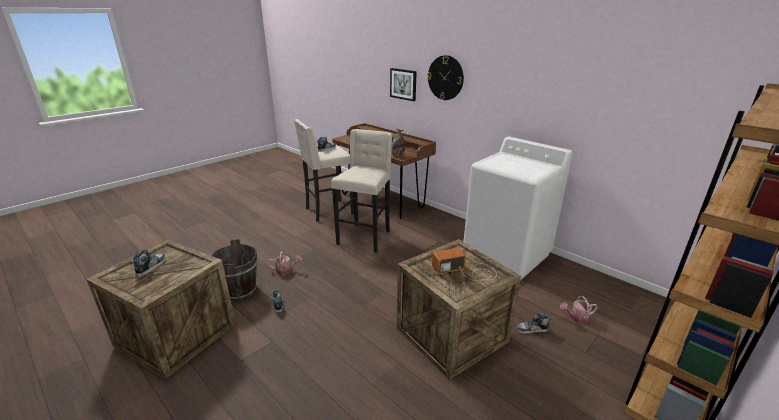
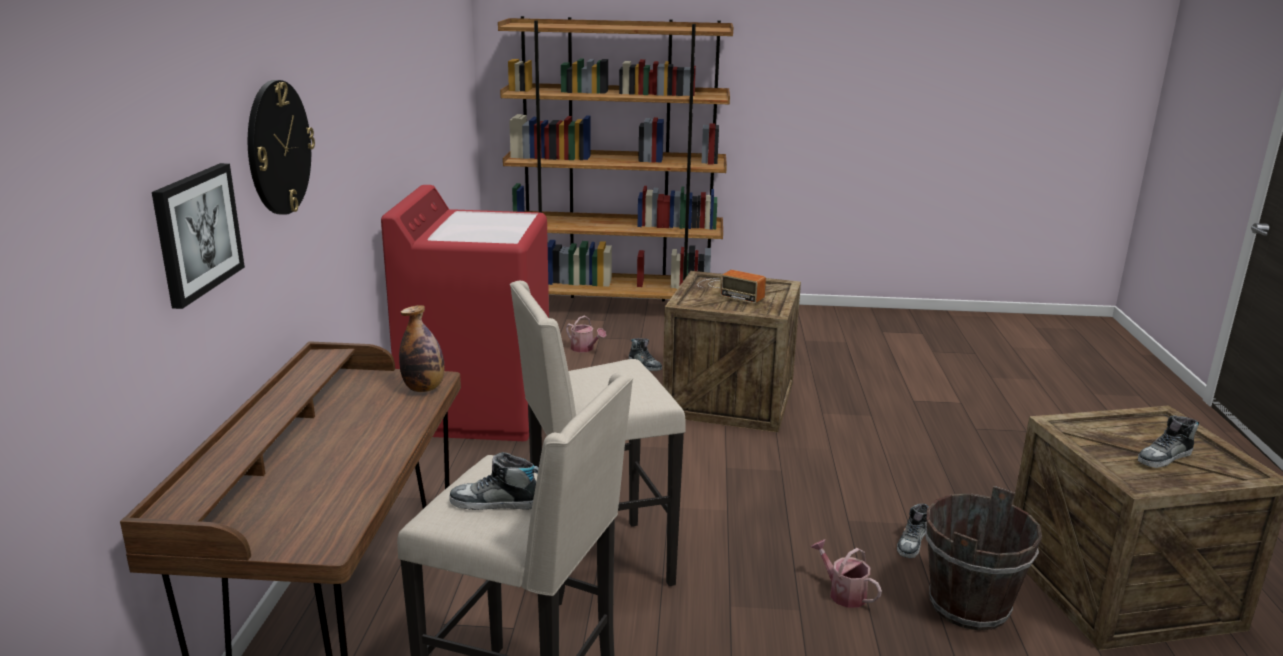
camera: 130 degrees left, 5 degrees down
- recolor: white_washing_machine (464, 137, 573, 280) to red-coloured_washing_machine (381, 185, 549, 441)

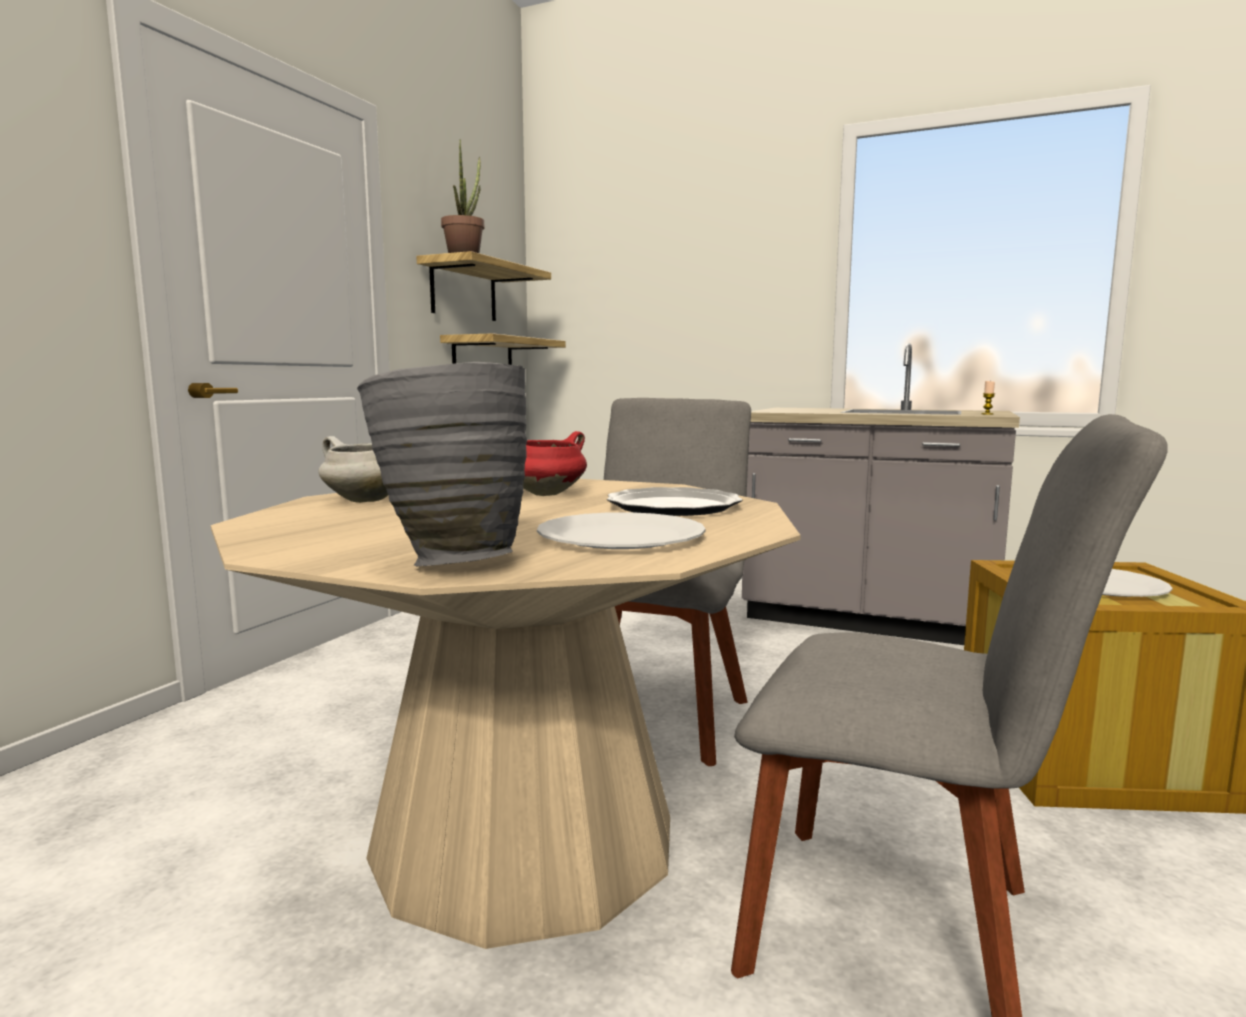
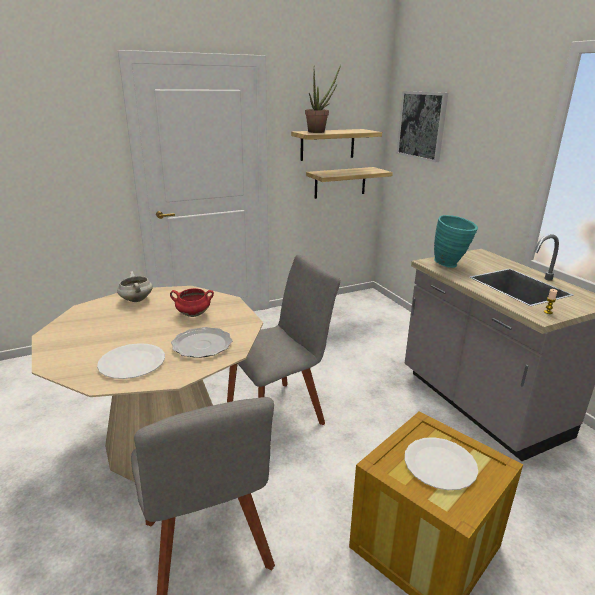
camera: 40 degrees right, 15 degrees up
- delete: grey_vase (357, 362, 527, 566)
- insert: wall_picture (397, 91, 448, 162)
- insert: turquoise_vase (434, 215, 478, 268)

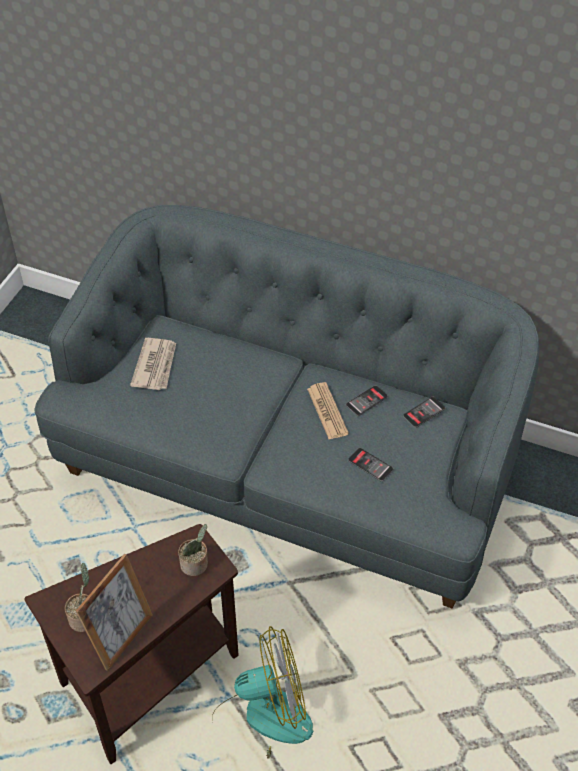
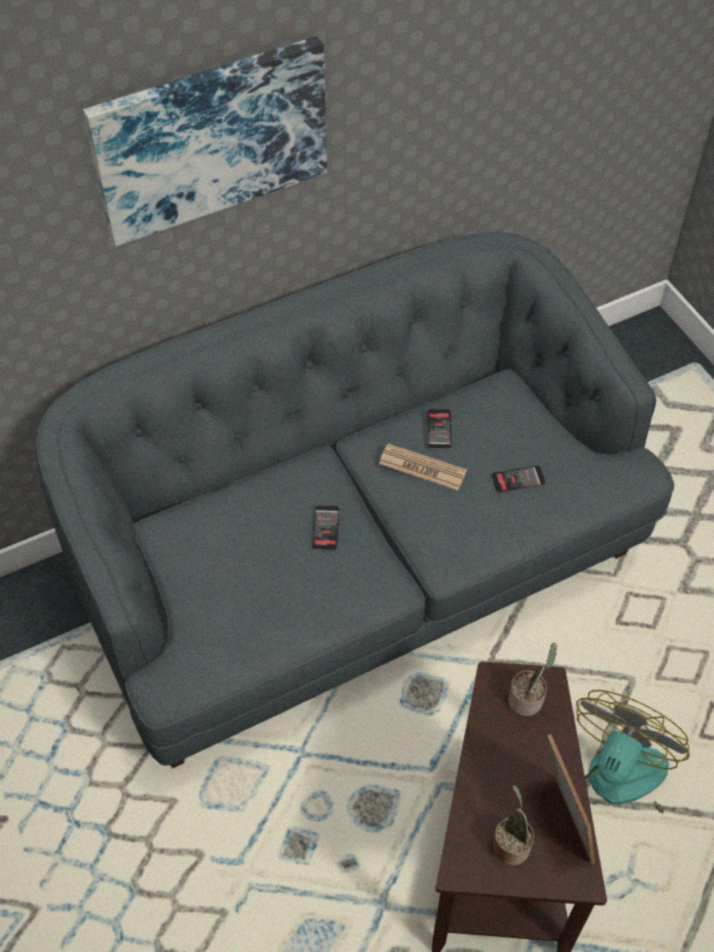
camera: 50 degrees left, 5 degrees up
- delete: printed_paper (130, 338, 176, 390)
- insert: wall_picture (83, 36, 327, 246)
- move: phone (403, 397, 445, 428) to (312, 505, 340, 551)

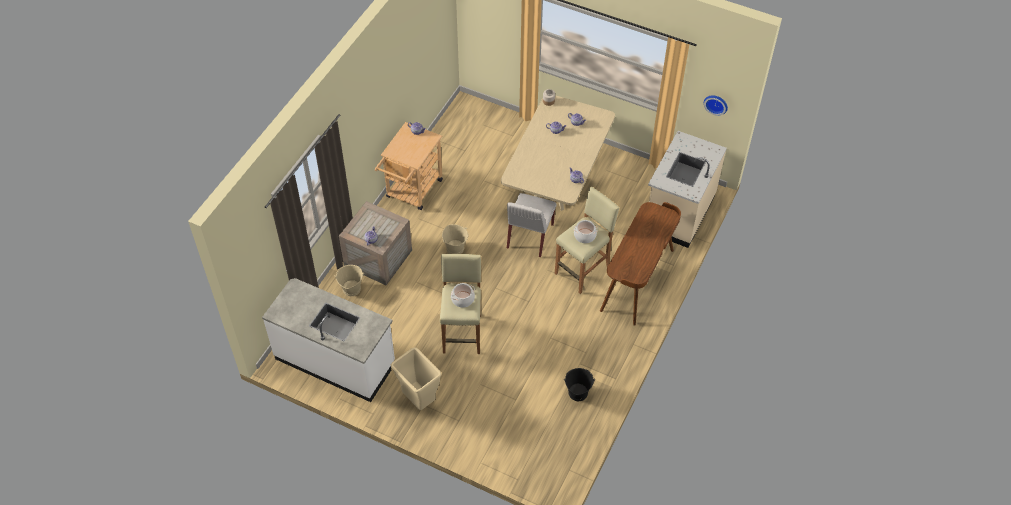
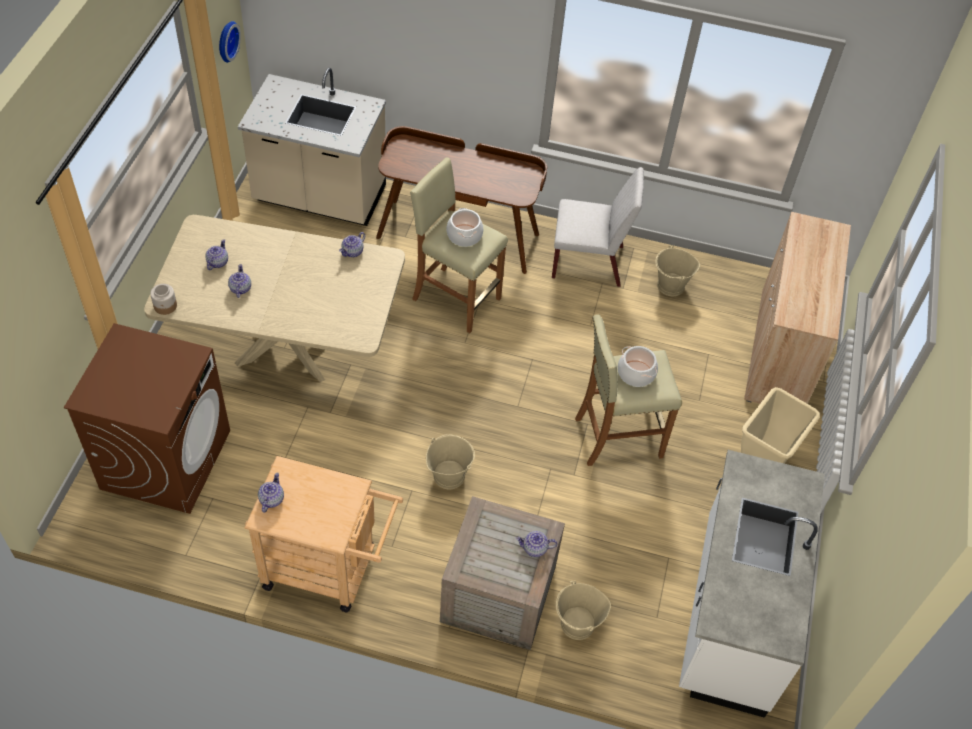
camera: 105 degrees left, 0 degrees up
- insert: brown_washing_machine (64, 323, 230, 514)
- insert: sand-coloured_cabinet (744, 212, 851, 404)
- move: white_upright_chair (507, 193, 556, 257) to (552, 167, 644, 287)
- recolor: blackish_bucket (564, 368, 595, 401) to sand-coloured_bucket (655, 245, 700, 296)

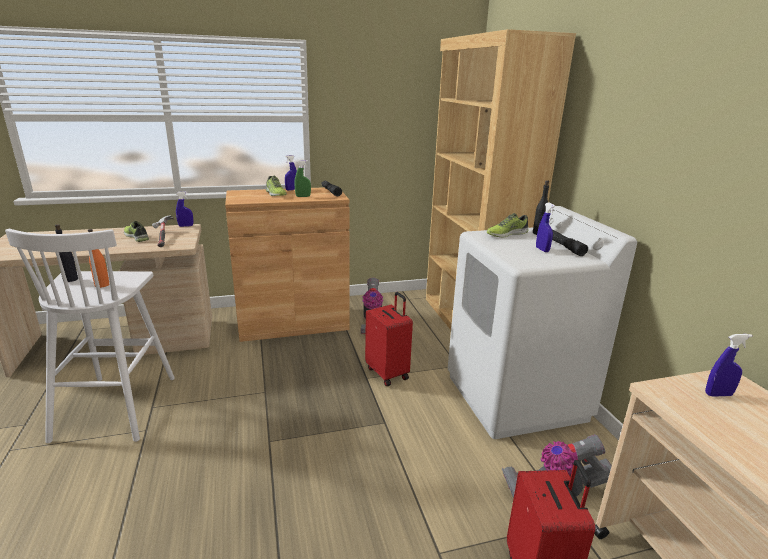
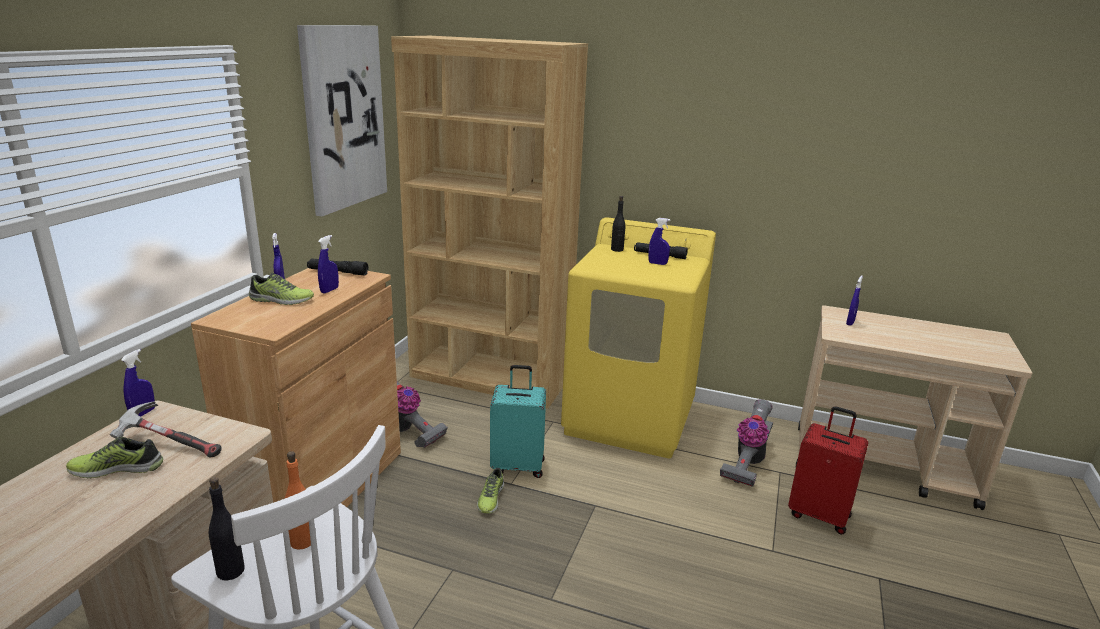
camera: 55 degrees left, 0 degrees up
- insert: wall_picture (297, 25, 387, 216)
- move: low_shoe (487, 213, 529, 238) to (477, 468, 504, 514)
- recolor: greenish_hand_sprayer (295, 160, 311, 197) to bluish_hand_sprayer (318, 235, 339, 293)
- recolor: red-coloured_piece_of_luggage (365, 292, 413, 386) to turquoise_piece_of_luggage (490, 365, 546, 478)
- recolor: white_washing_machine (448, 206, 637, 439) to yellowish_washing_machine (561, 217, 716, 458)

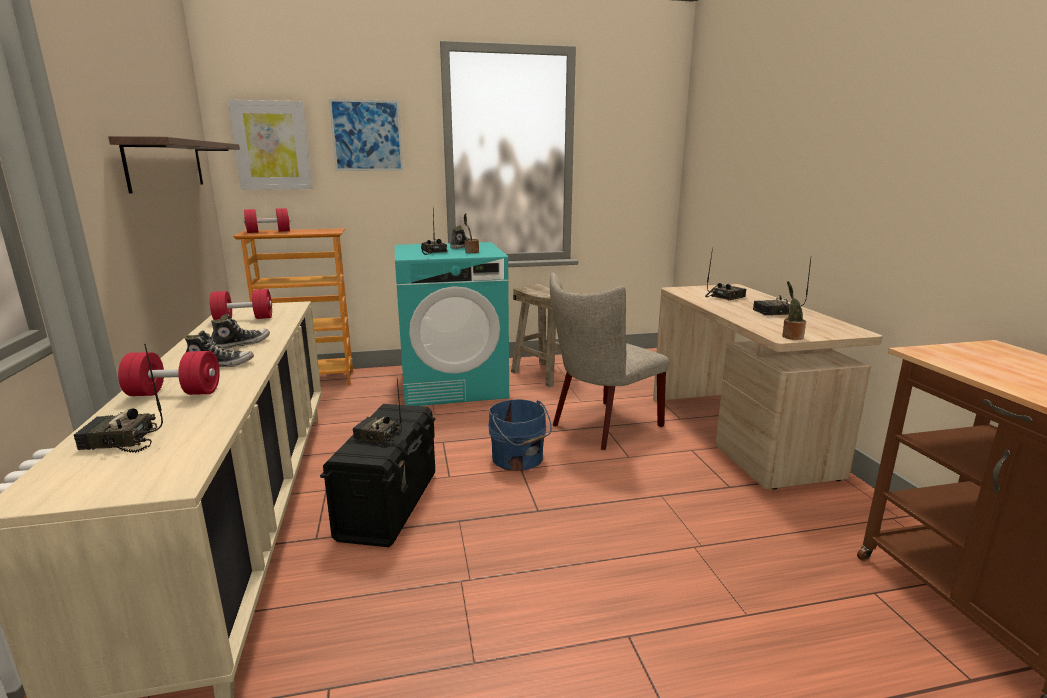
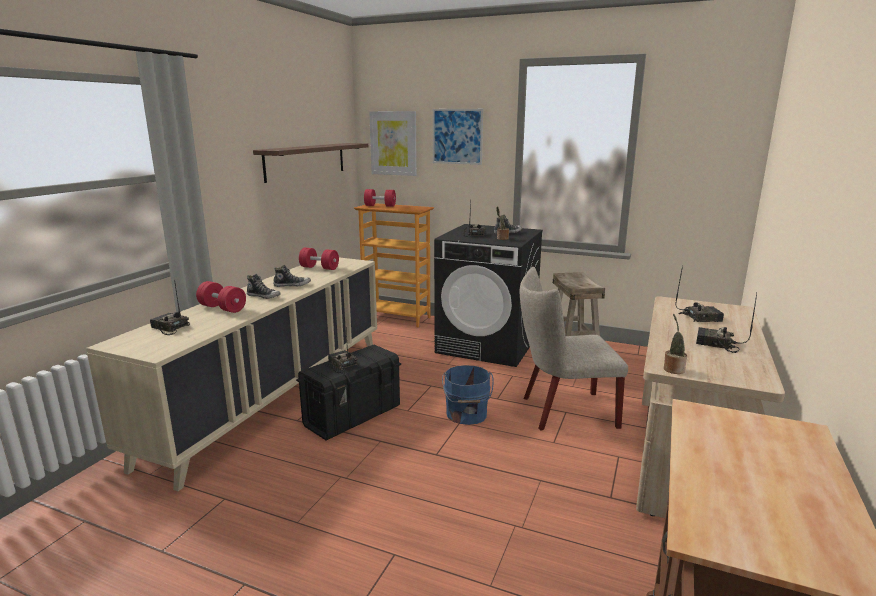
camera: 35 degrees right, 0 degrees up
- recolor: turquoise_washing_machine (395, 242, 509, 406) to blackish_washing_machine (434, 224, 543, 367)

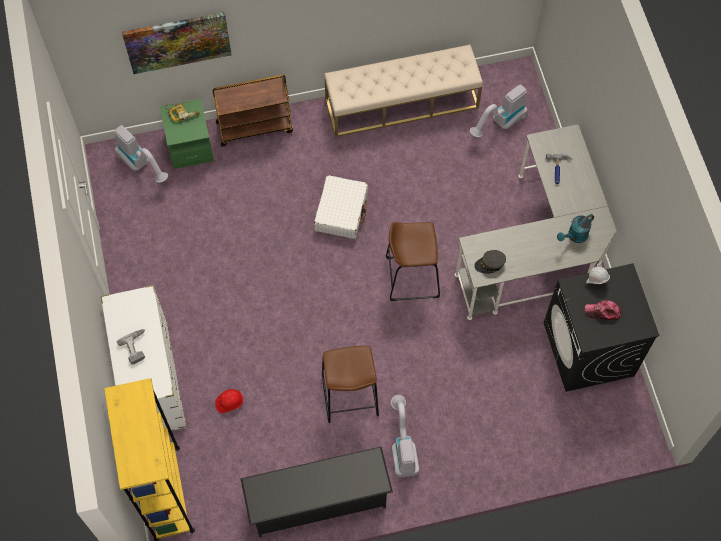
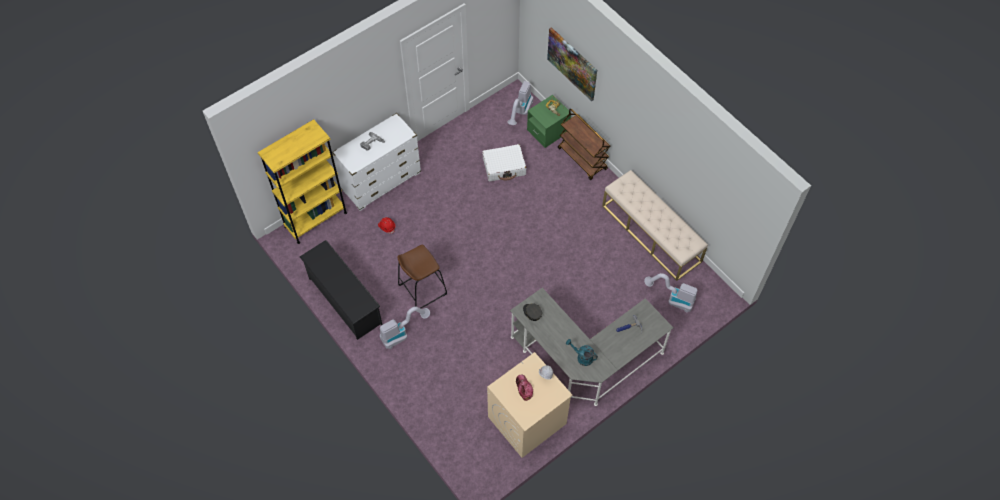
camera: 65 degrees right, 5 degrees down
- delete: brown_sitting_stool (386, 222, 440, 301)
- move: white_piece_of_luggage (314, 175, 368, 239) to (482, 144, 526, 181)
- recolor: blackish_washing_machine (543, 263, 660, 392) to sand-coloured_washing_machine (487, 352, 573, 458)

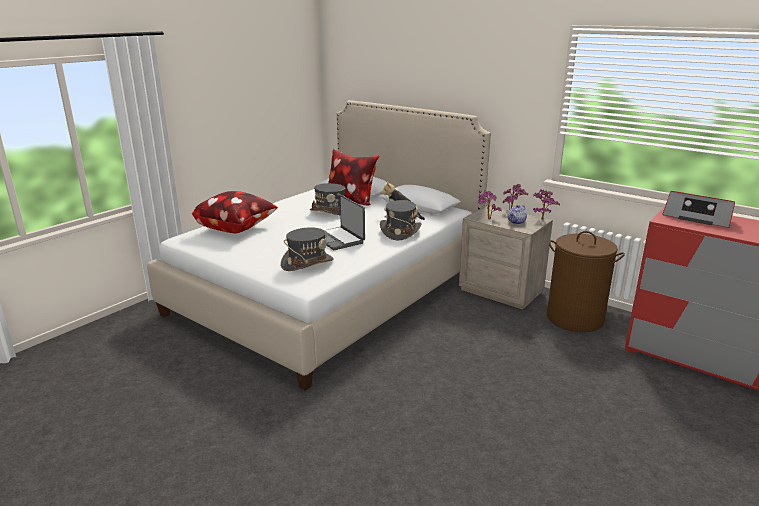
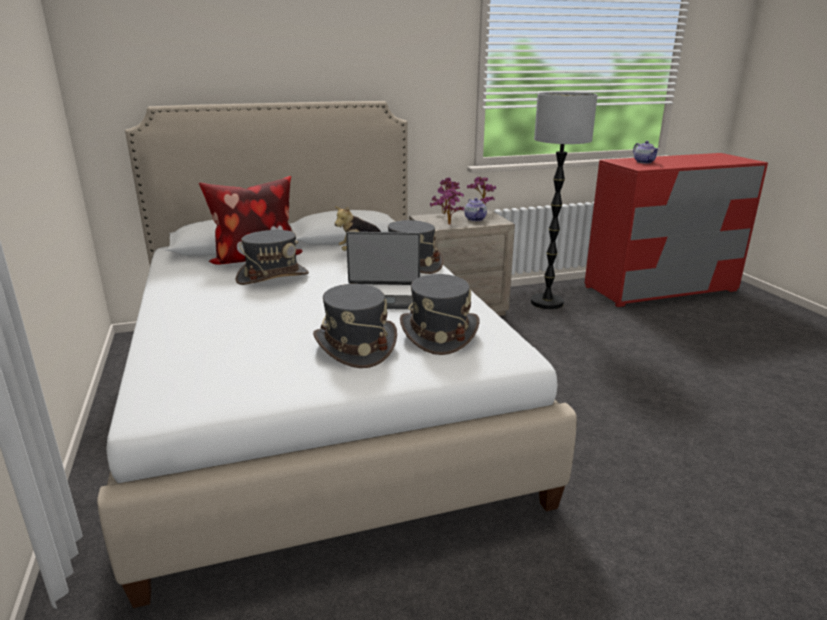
camera: 55 degrees left, 0 degrees up
- delete: throw_pillow (192, 191, 278, 233)
- insert: grey_hat (313, 284, 397, 368)
- replace: brown_laundry_basket (547, 231, 625, 332) to standard_lamp (531, 92, 597, 309)
- replace: radio_receiver (662, 191, 735, 228) to pot_for_tea (633, 141, 659, 164)

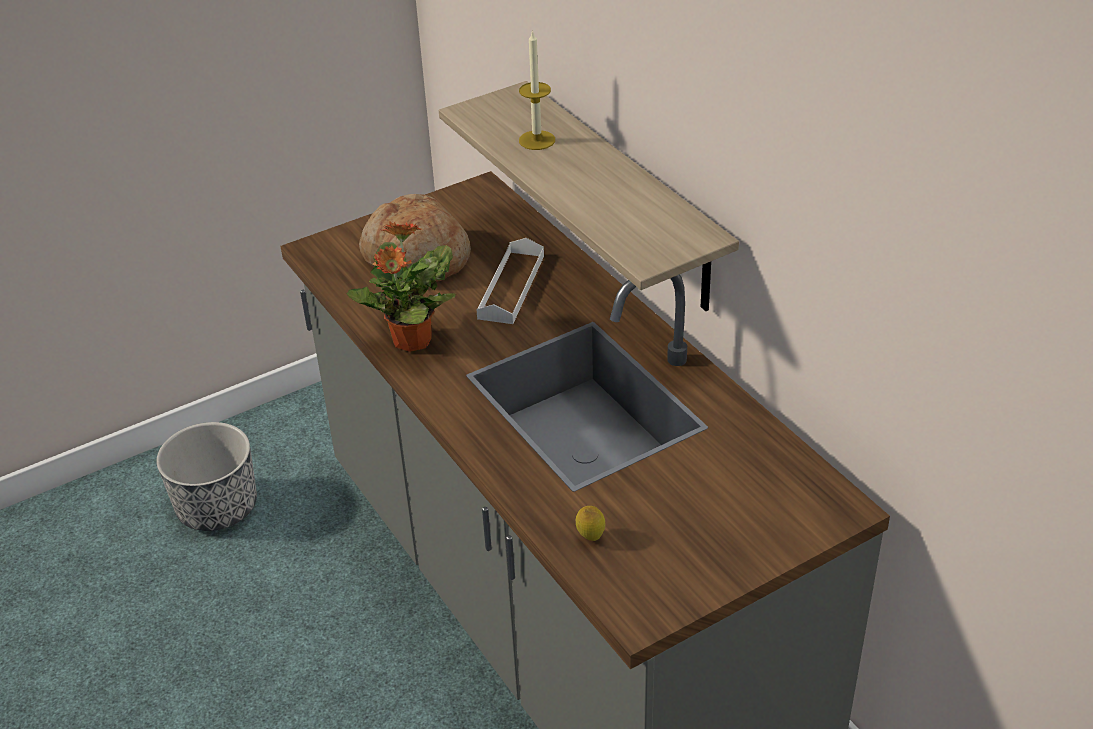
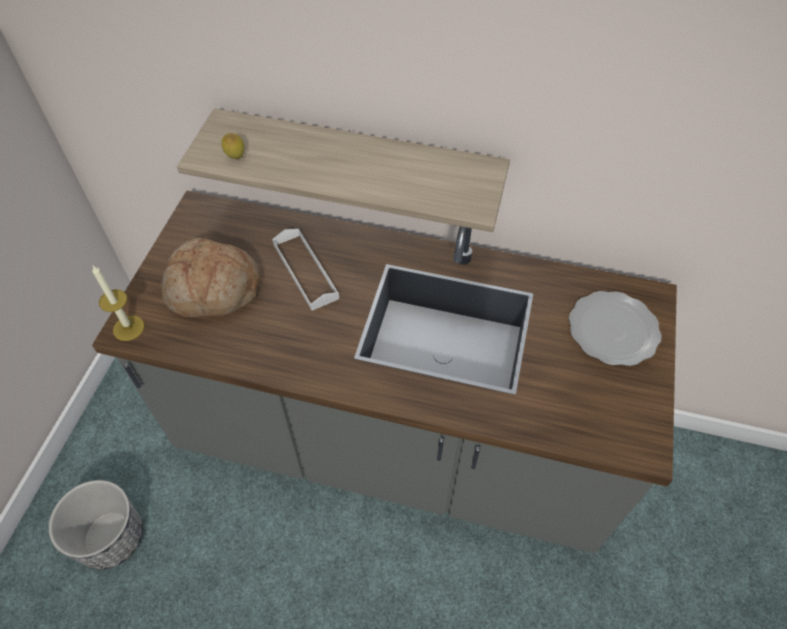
camera: 45 degrees left, 15 degrees up
- delete: plant_in_a_pot (346, 222, 456, 352)
- insert: dinner_plate (569, 291, 662, 366)
- move: wax_light (519, 30, 555, 150) to (92, 266, 144, 341)
- move: citrus_fruit (576, 506, 606, 541) to (221, 133, 245, 159)

